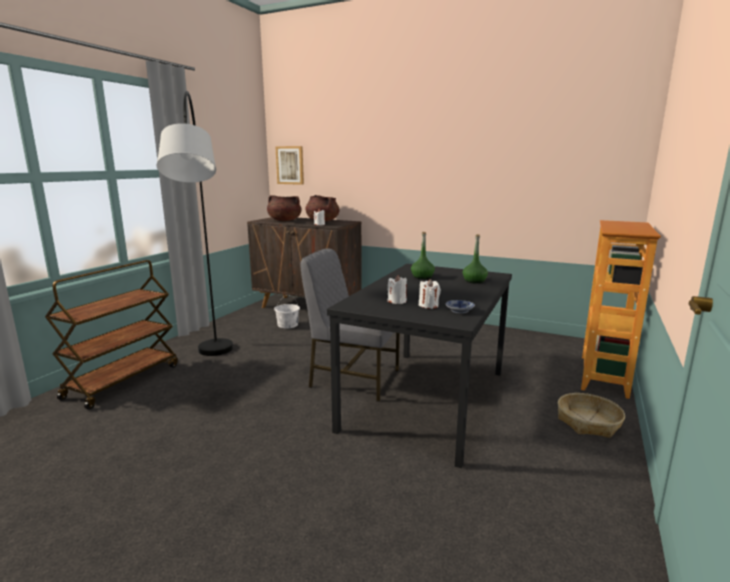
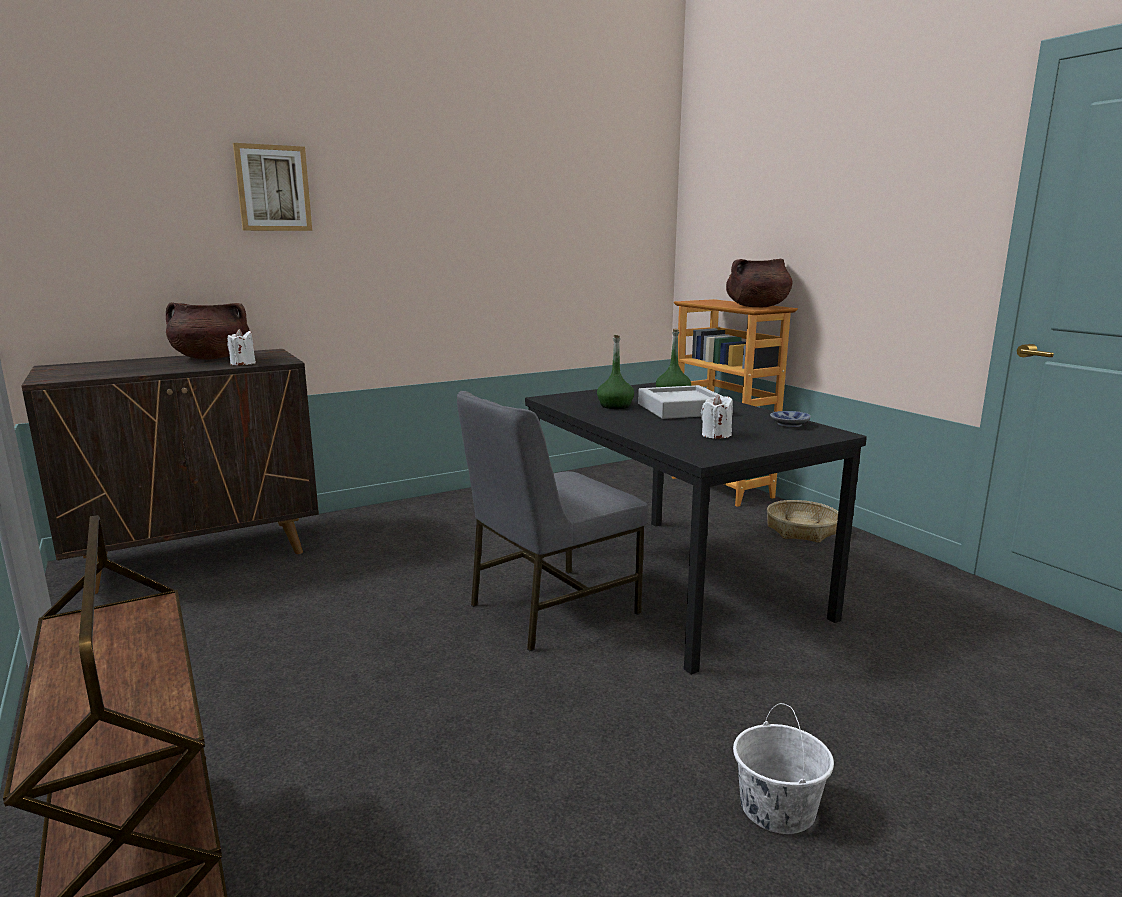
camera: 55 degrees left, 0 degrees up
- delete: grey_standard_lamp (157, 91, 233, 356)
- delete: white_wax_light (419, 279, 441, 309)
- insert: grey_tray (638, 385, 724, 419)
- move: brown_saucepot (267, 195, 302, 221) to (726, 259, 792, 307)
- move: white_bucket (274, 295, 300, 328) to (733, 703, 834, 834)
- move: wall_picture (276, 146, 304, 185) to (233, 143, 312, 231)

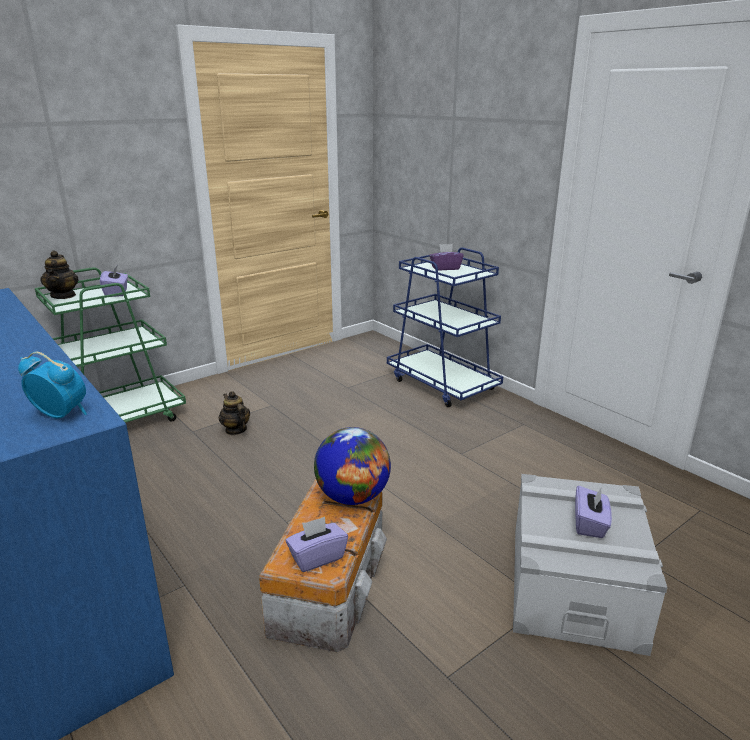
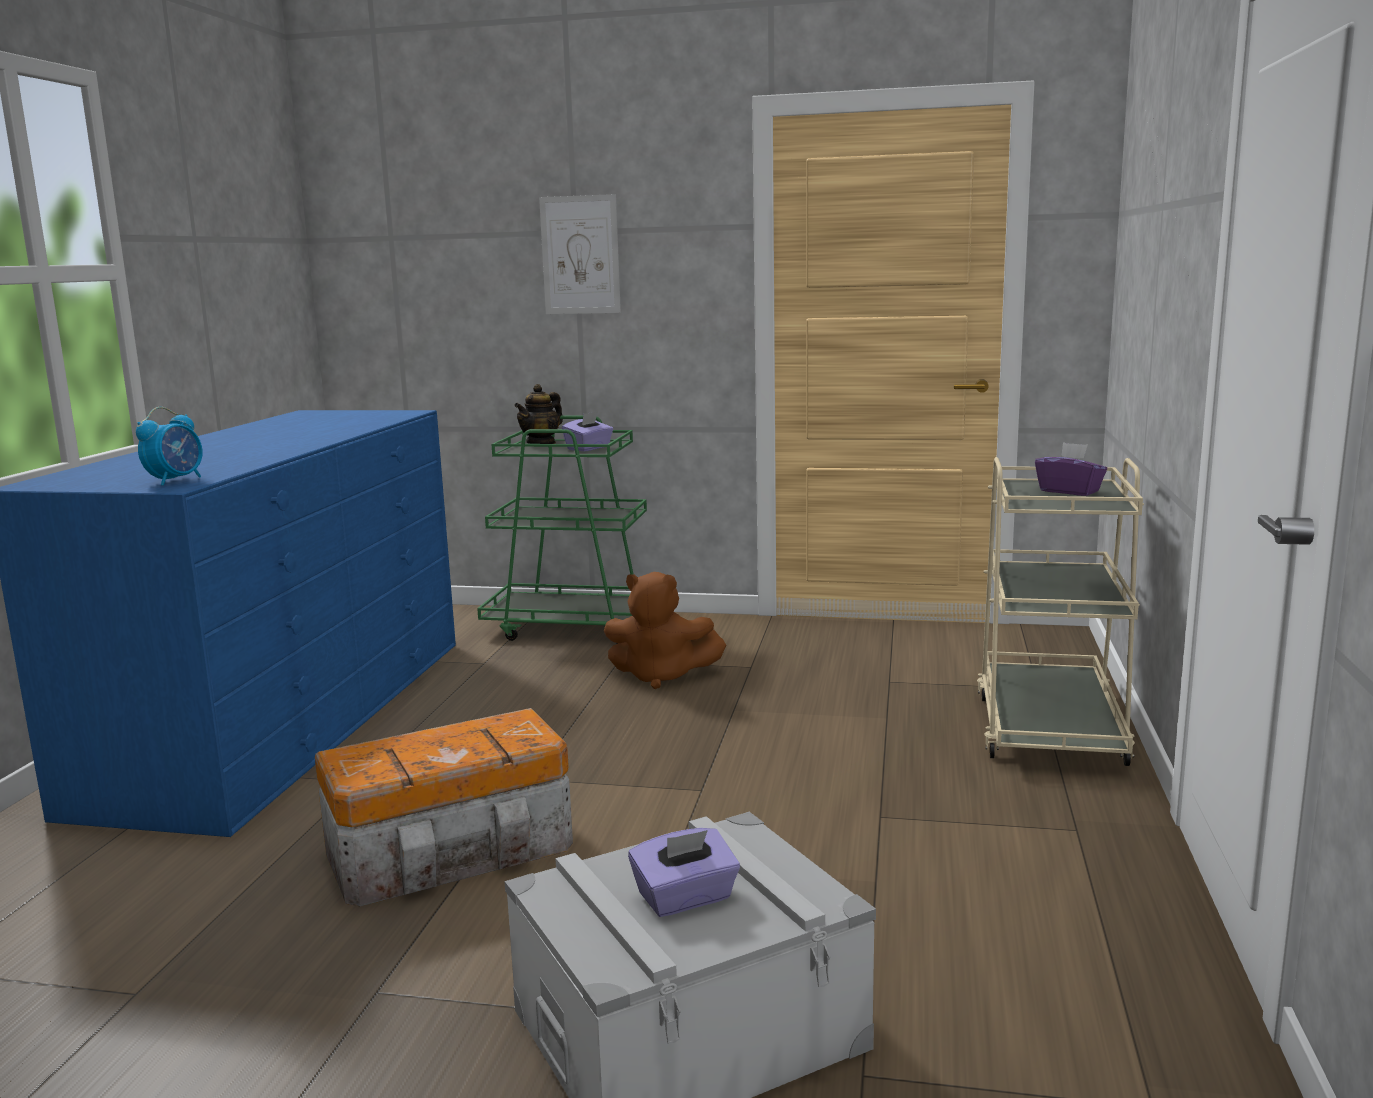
camera: 50 degrees right, 10 degrees down
- delete: purplish_tissue_holder (286, 517, 348, 572)
- delete: desk_globe (314, 427, 391, 505)
- insert: wall_picture (539, 194, 621, 314)
- replace: pot_for_tea (219, 391, 250, 435) to brown_cuddly_toy (604, 572, 726, 689)
- recolor: bluish_trolley (387, 247, 503, 407) to sand-coloured_trolley (977, 457, 1144, 766)
- rotate: table_clock (18, 352, 87, 419) = (136, 407, 203, 486) 45 degrees clockwise

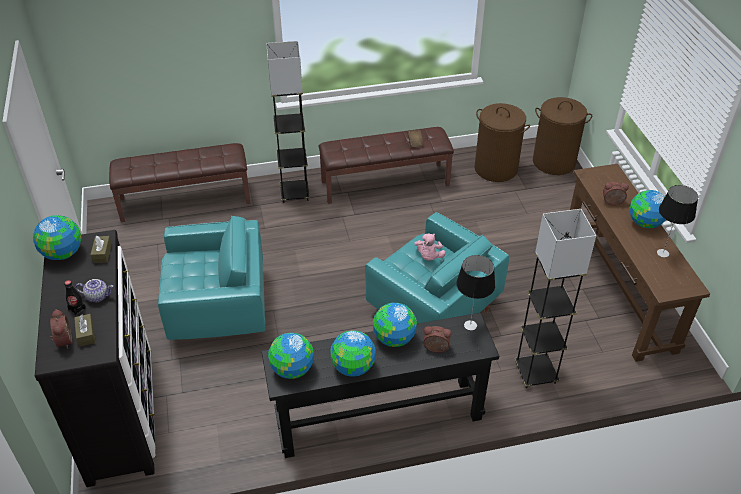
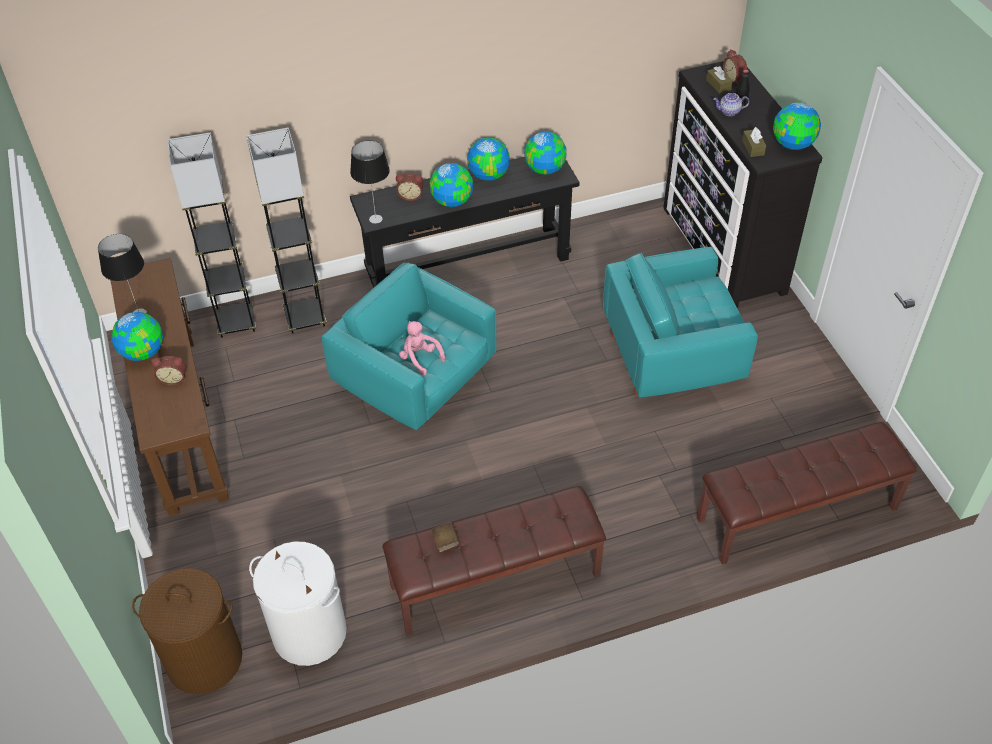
camera: 175 degrees right, 5 degrees up
- move: grey_standard_lamp (266, 41, 310, 203) to (168, 133, 256, 338)
- recolor: brown_laundry_basket (474, 103, 530, 182) to white_laundry_basket (249, 542, 347, 666)
- rotate: pink-coloured_cuddly_toy (414, 233, 446, 261) = (399, 321, 446, 376) 45 degrees counterclockwise

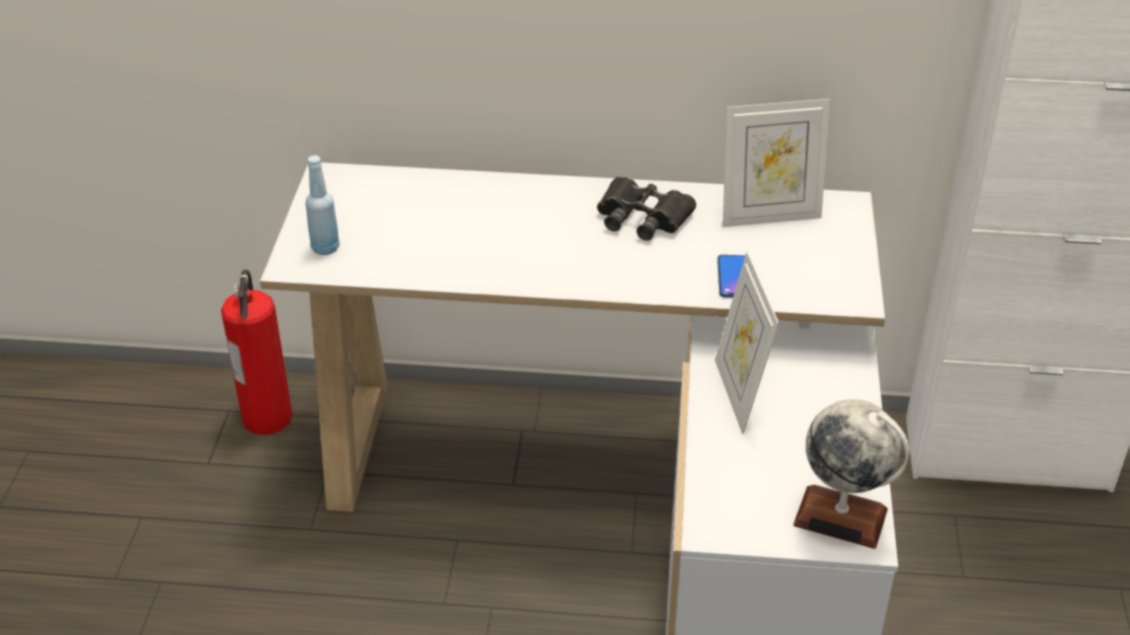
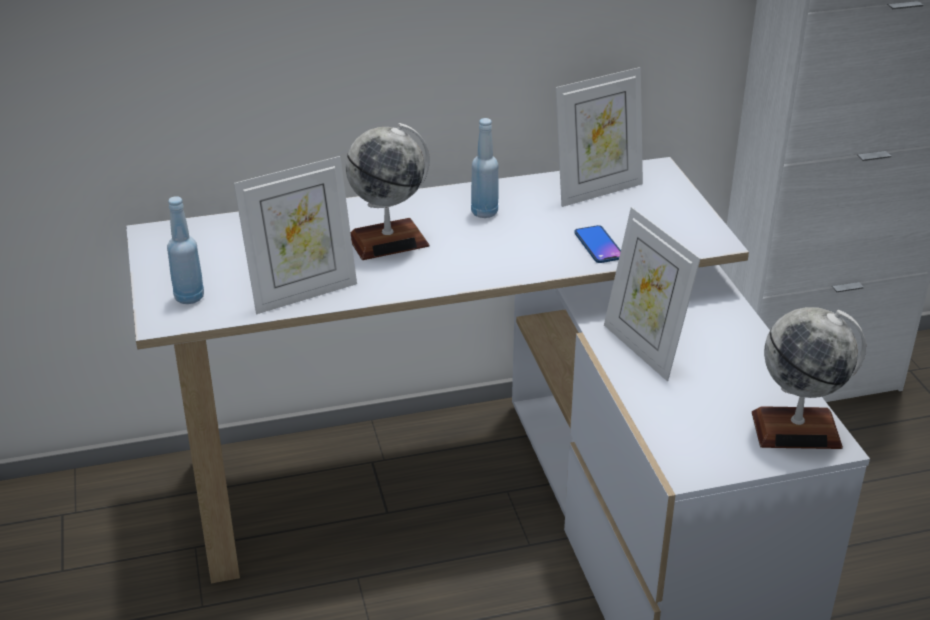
camera: 20 degrees left, 5 degrees down
- delete: fire_extinguisher (221, 270, 293, 435)
- insert: photo_frame (234, 156, 357, 314)
- insert: desk_globe (346, 123, 430, 260)
- replace: blackish_field_glasses (597, 177, 696, 241) to bluish_beverage_bottle (471, 118, 499, 218)

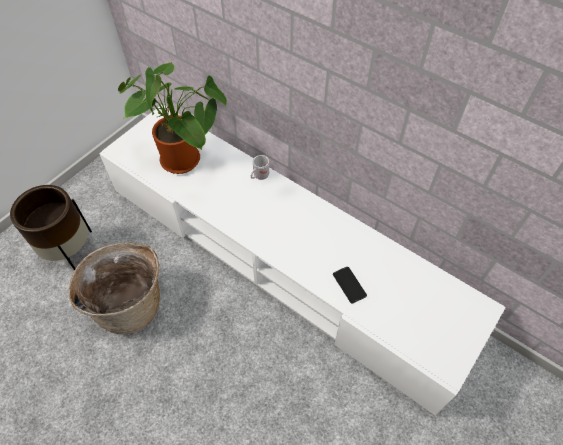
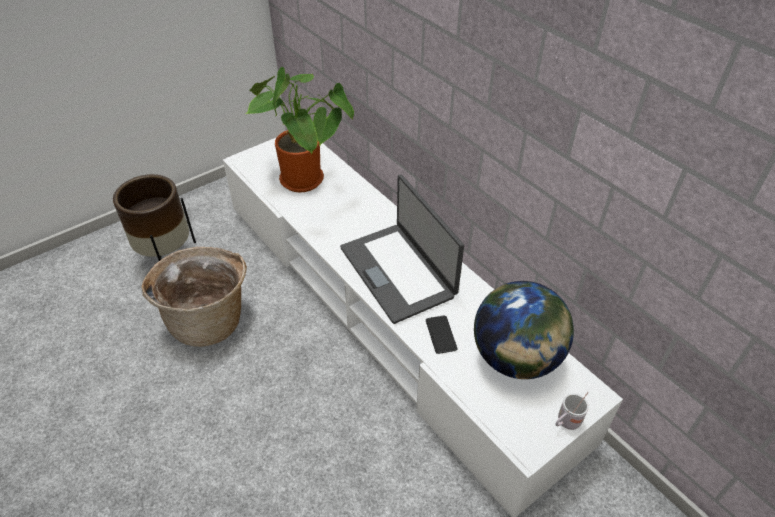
camera: 15 degrees right, 10 degrees down
- insert: notebook_computer (340, 174, 464, 324)
- insert: desk_globe (474, 281, 574, 379)
- move: white_tea_mug (251, 152, 269, 180) to (555, 392, 589, 430)

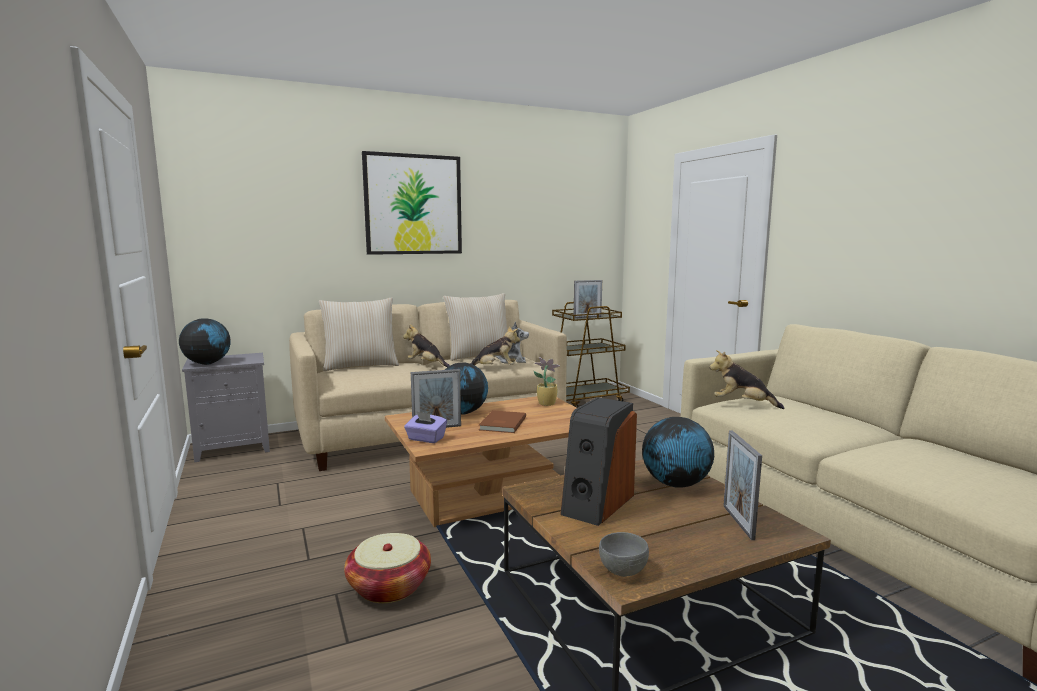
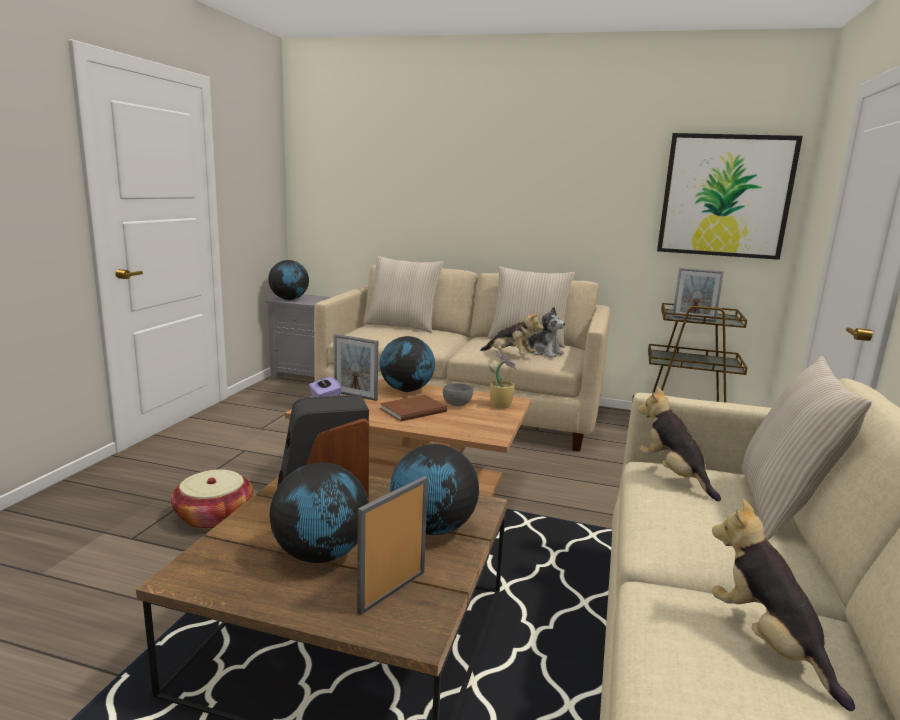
camera: 40 degrees right, 5 degrees up
- insert: desk_globe (269, 463, 368, 563)
- insert: sand-coloured_throw_pillow (741, 356, 872, 540)
- move: wall_picture (362, 151, 462, 255) to (657, 133, 803, 260)
- move: cuddly_toy (403, 325, 450, 367) to (712, 499, 855, 711)
- move: grey_deep_dish (599, 532, 649, 577) to (443, 383, 473, 406)

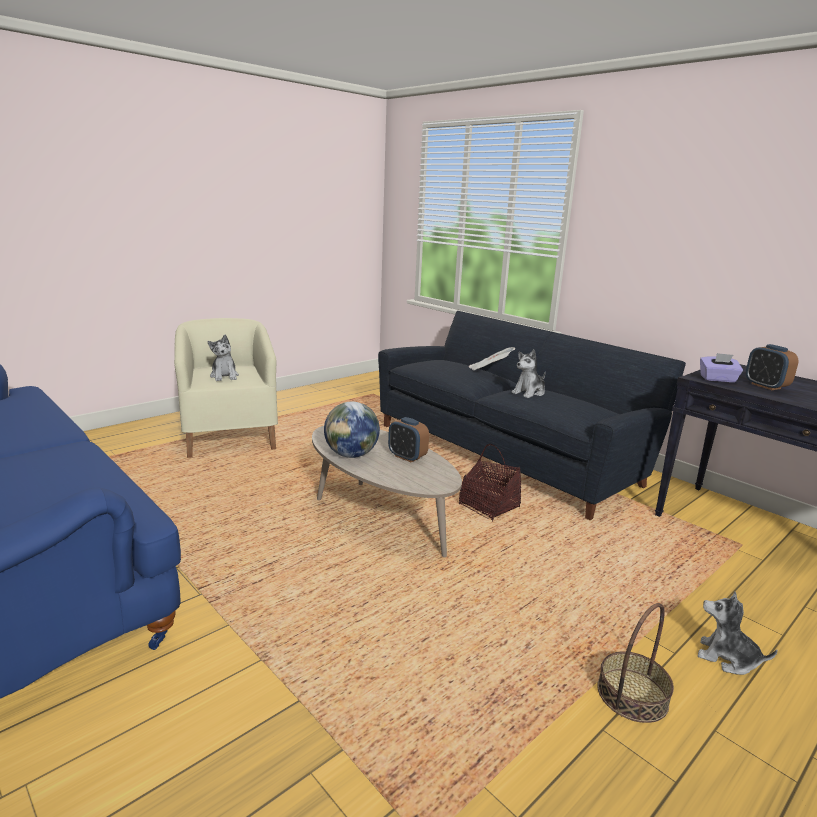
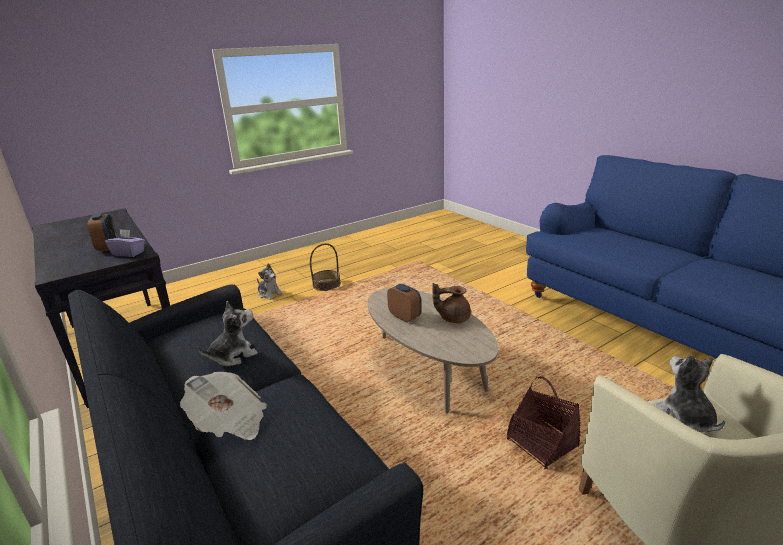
camera: 170 degrees left, 5 degrees up
- move: household_basket (459, 444, 521, 521) to (507, 376, 580, 470)
- replace: desk_globe (324, 402, 380, 458) to brown_pot_for_tea (432, 283, 471, 323)

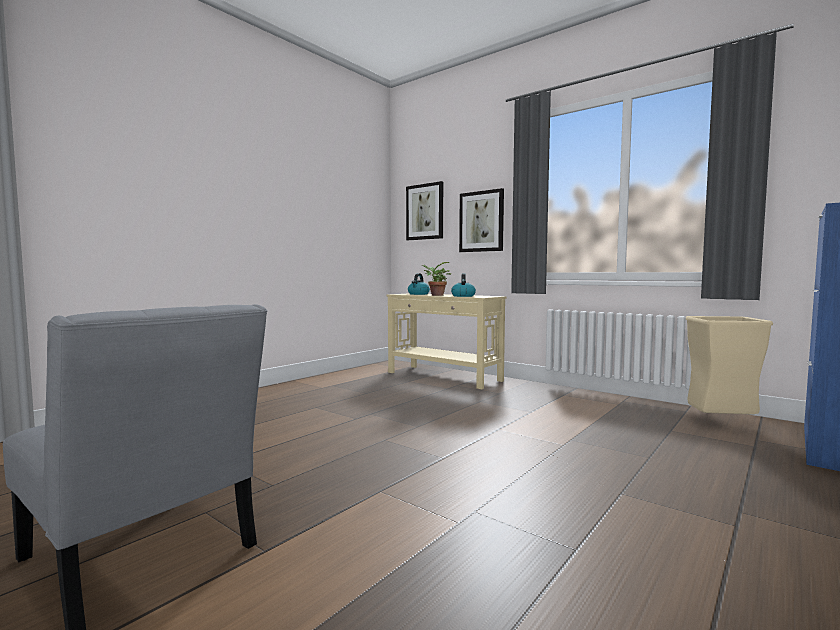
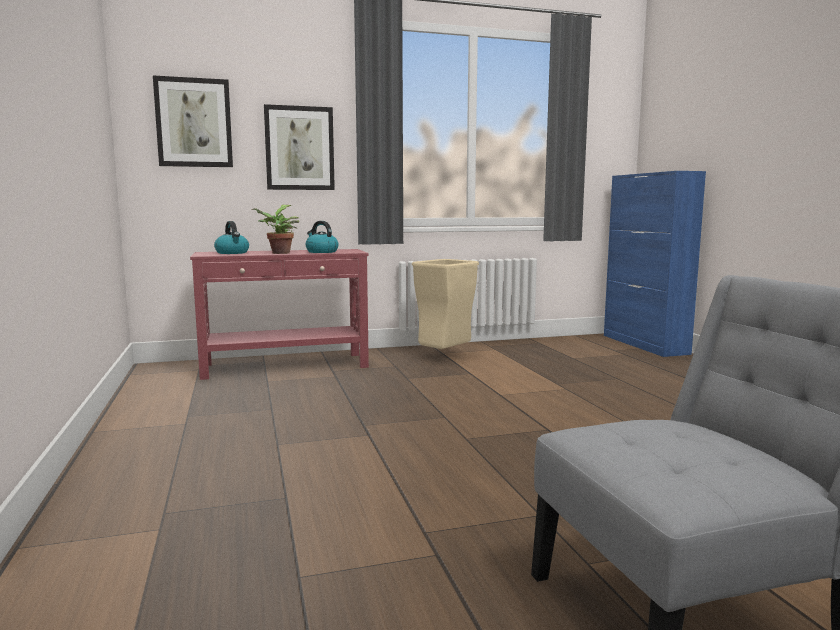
camera: 55 degrees left, 5 degrees up
- move: sand-coloured_waste_bin (686, 316, 773, 415) to (412, 259, 479, 349)
- recolor: sand-coloured_console_table (387, 293, 507, 389) to red-coloured_console_table (190, 249, 369, 380)

